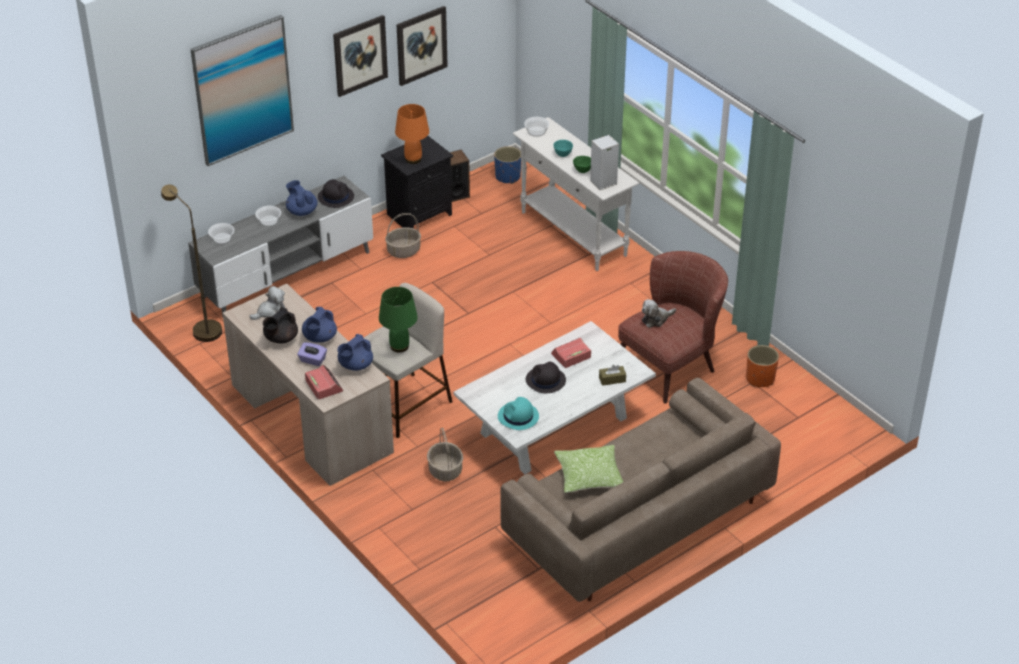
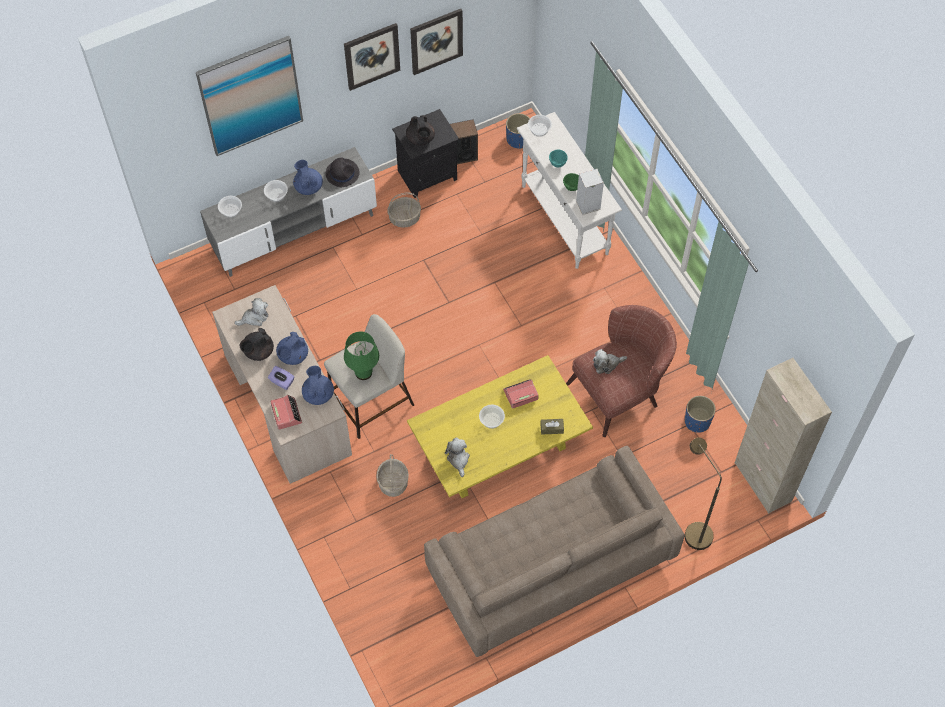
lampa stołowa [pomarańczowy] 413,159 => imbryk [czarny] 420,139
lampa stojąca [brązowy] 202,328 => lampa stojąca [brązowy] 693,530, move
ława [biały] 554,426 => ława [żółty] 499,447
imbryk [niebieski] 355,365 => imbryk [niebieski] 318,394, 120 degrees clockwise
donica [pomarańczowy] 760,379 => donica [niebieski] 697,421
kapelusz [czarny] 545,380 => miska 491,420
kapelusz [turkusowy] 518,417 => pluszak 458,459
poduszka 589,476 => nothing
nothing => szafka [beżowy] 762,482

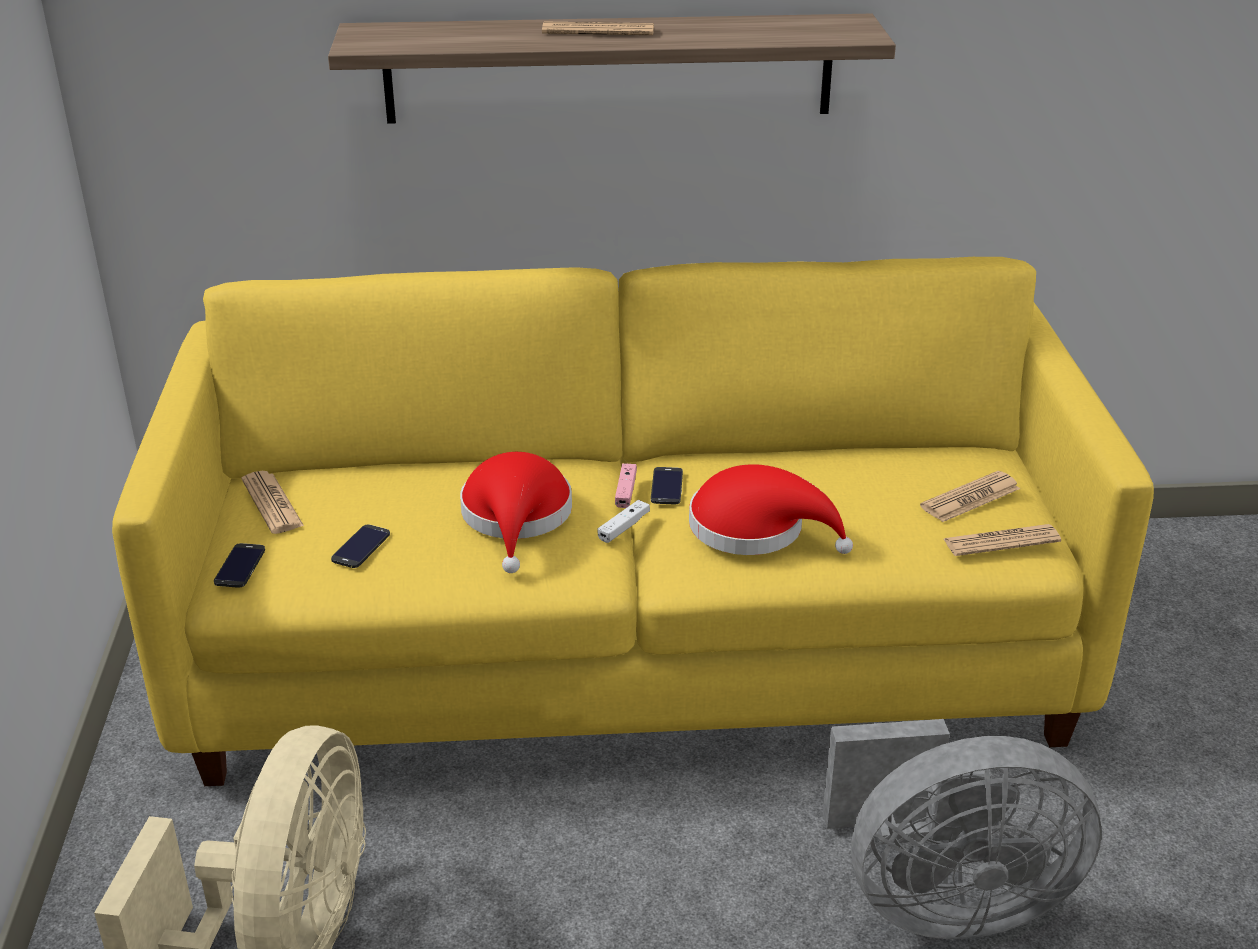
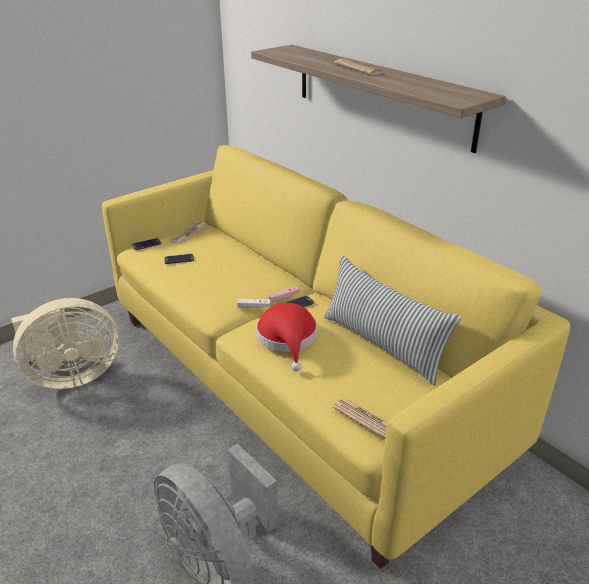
kapelusz [czerwony] 517,517 => nothing
gazeta 970,498 => nothing
nothing => poduszka 382,344

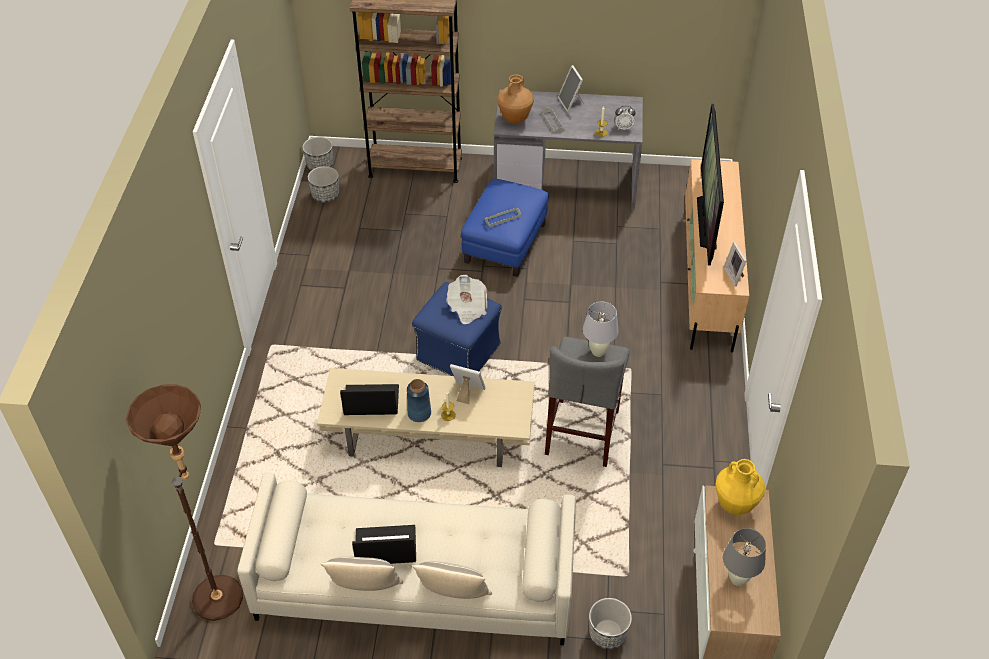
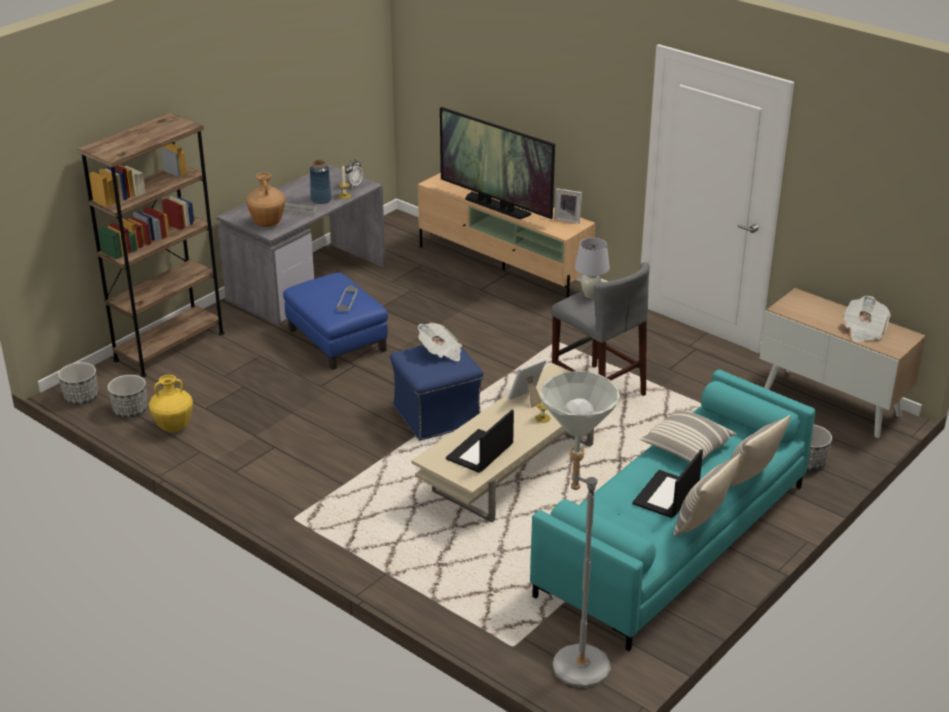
ramka na zdjęcie 571,103 => nothing
wazon [niebieski] 419,413 => wazon [niebieski] 321,199, move
lampa stojąca [brązowy] 220,588 => lampa stojąca [szary] 570,661
wazon [żółty] 734,504 => wazon [żółty] 173,427, move
kanapa [beżowy] 414,584 => kanapa [turkusowy] 673,540
lampa stołowa [szary] 738,579 => gazeta 864,331
nothing => poduszka 686,448

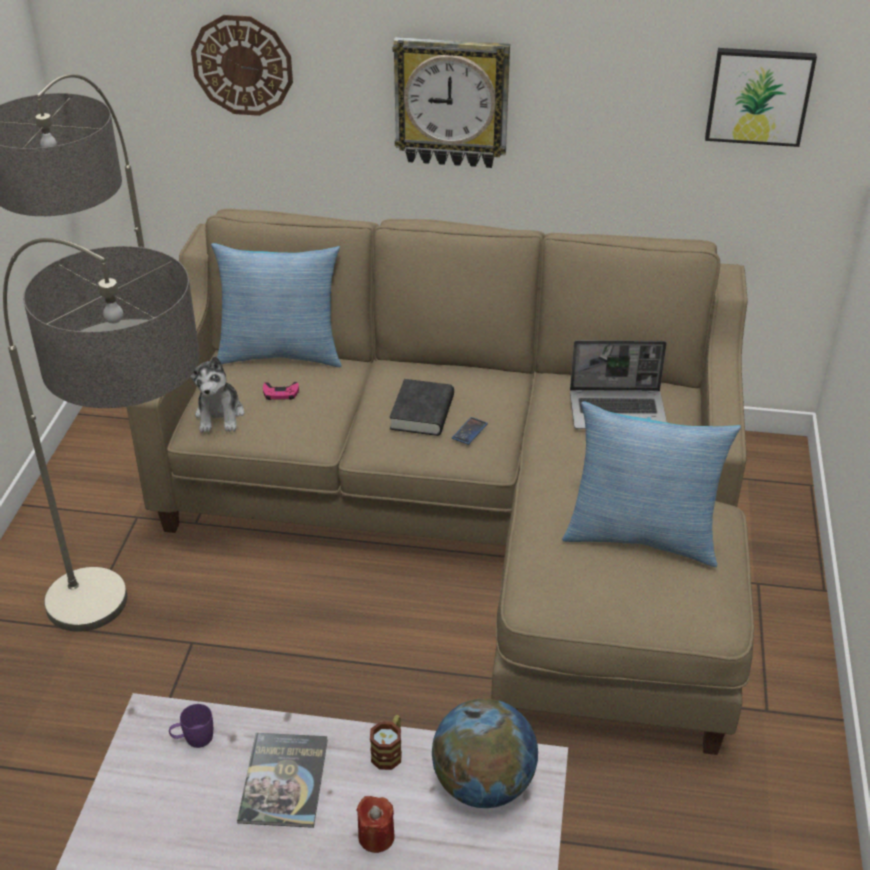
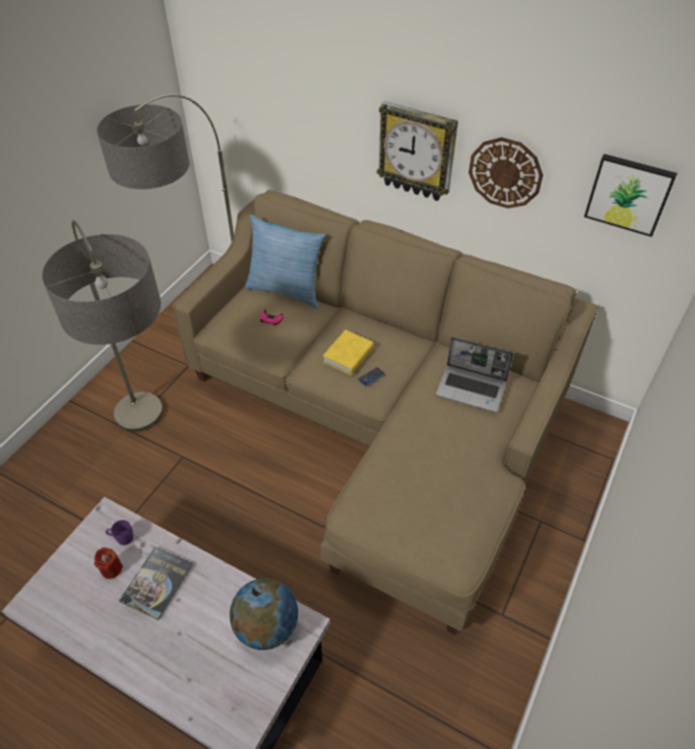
zegar ścienny 242,65 => zegar ścienny 505,173, move
pluszak 220,415 => nothing
książka [czarny] 422,413 => książka [żółty] 348,355
poduszka 641,536 => nothing
kubek 389,751 => nothing
świeca [czerwony] 376,837 => świeca [czerwony] 111,569, move

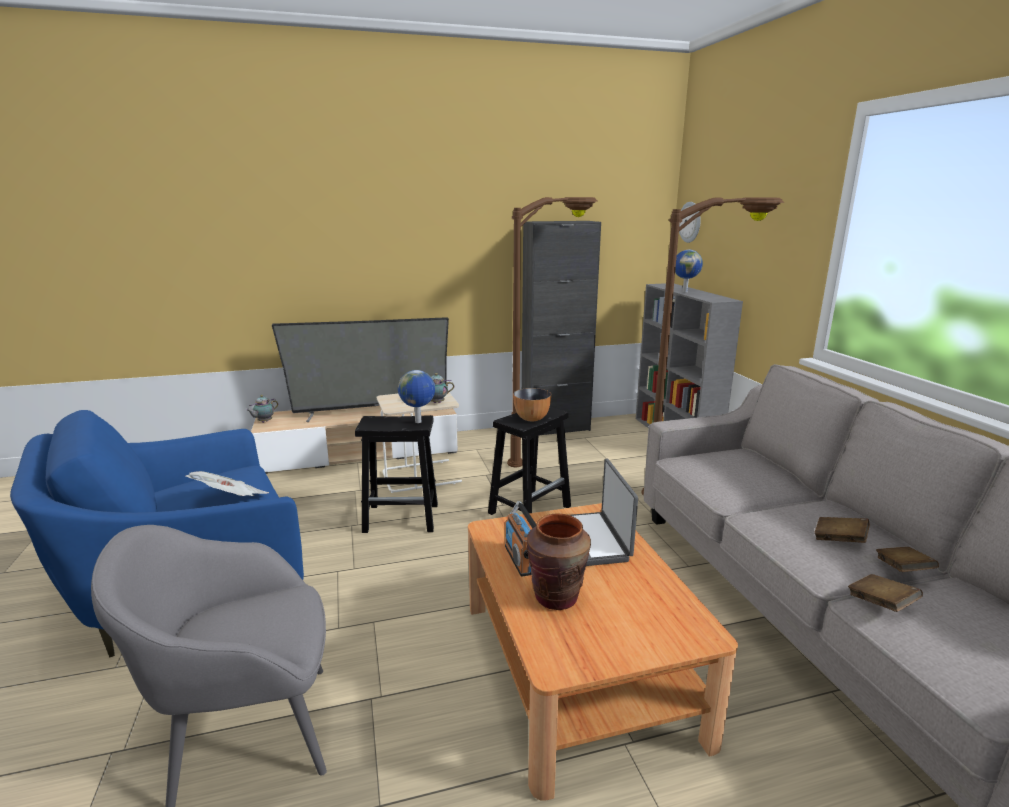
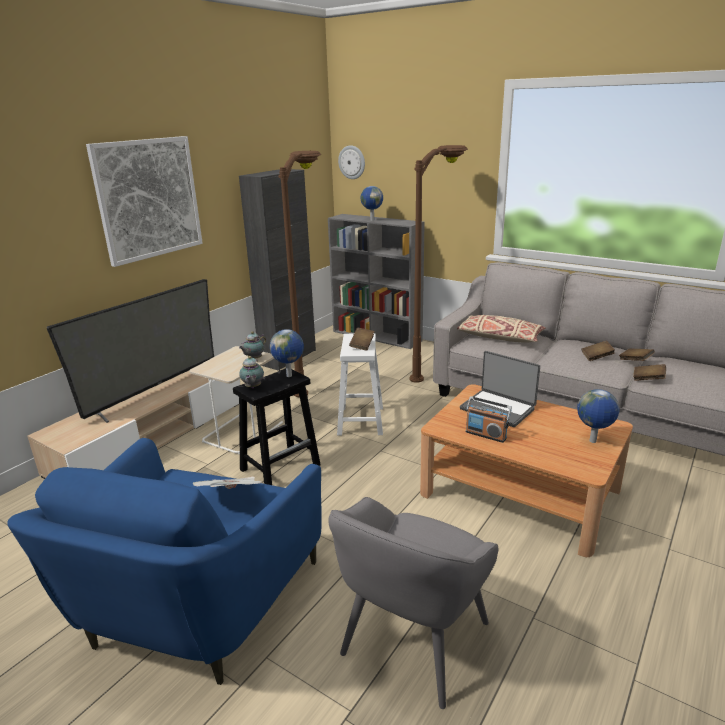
miska 532,418 => książka [brązowy] 362,345
imbryk 264,422 => imbryk 252,387, move
stołek [czarny] 530,509 => stołek [biały] 360,420
wazon [brązowy] 556,597 => nothing
nothing => obraz 148,199
nothing => poduszka [beżowy] 499,337
nothing => globus 593,441

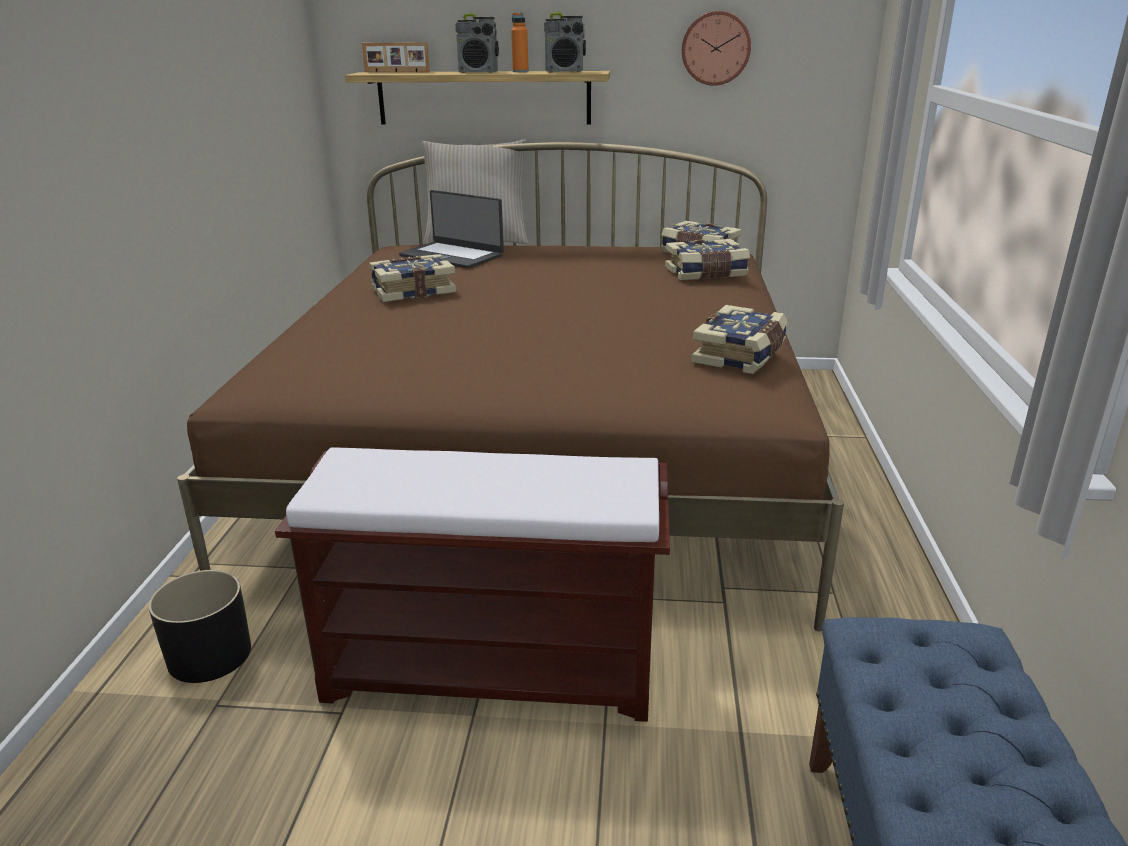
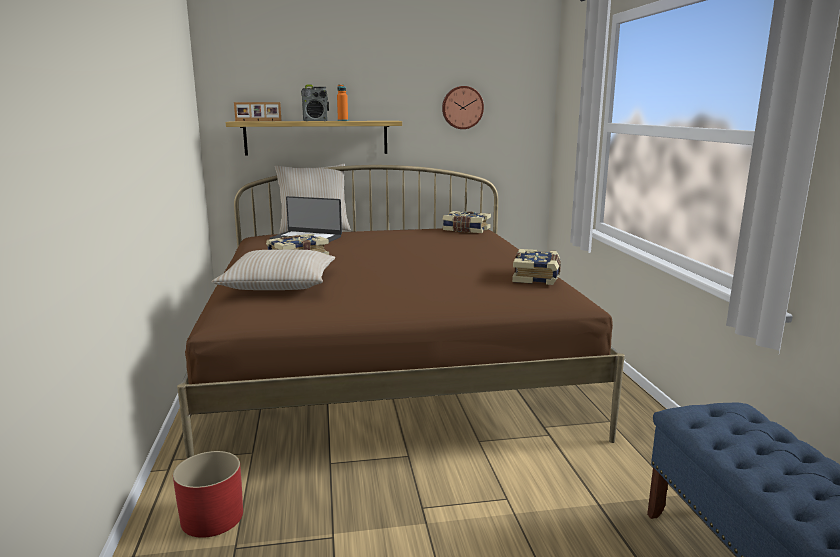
radio 565,71 => nothing
książka 706,273 => nothing
ławka [brązowy] 494,668 => nothing
donica [czarny] 209,655 => donica [czerwony] 212,517
nothing => poduszka [beżowy] 279,284

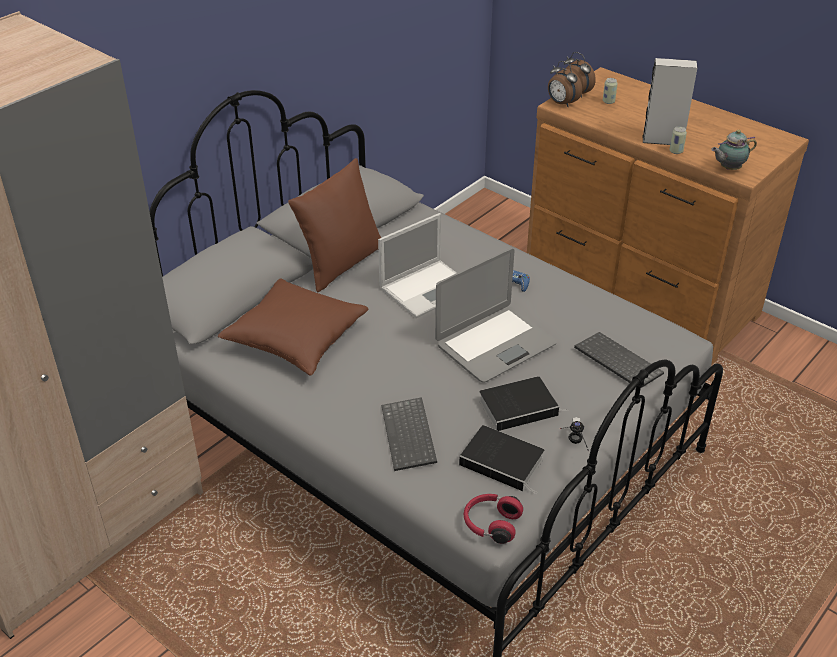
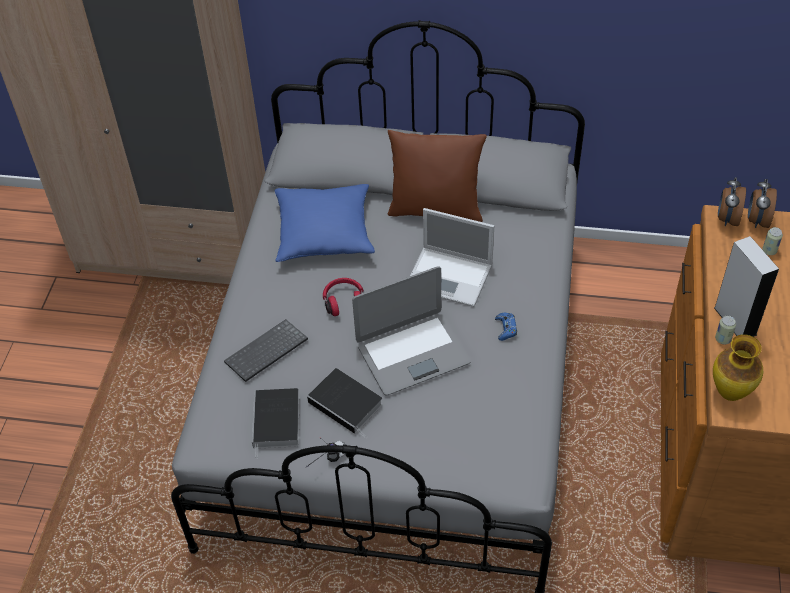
imbryk 728,168 => wazon 731,393
laptop 495,344 => laptop 412,353, 45 degrees counterclockwise
poduszka [brązowy] 296,338 => poduszka [niebieski] 324,233
klawiatura 616,362 => nothing
słuchawki [czerwony] 491,524 => słuchawki [czerwony] 344,301, move

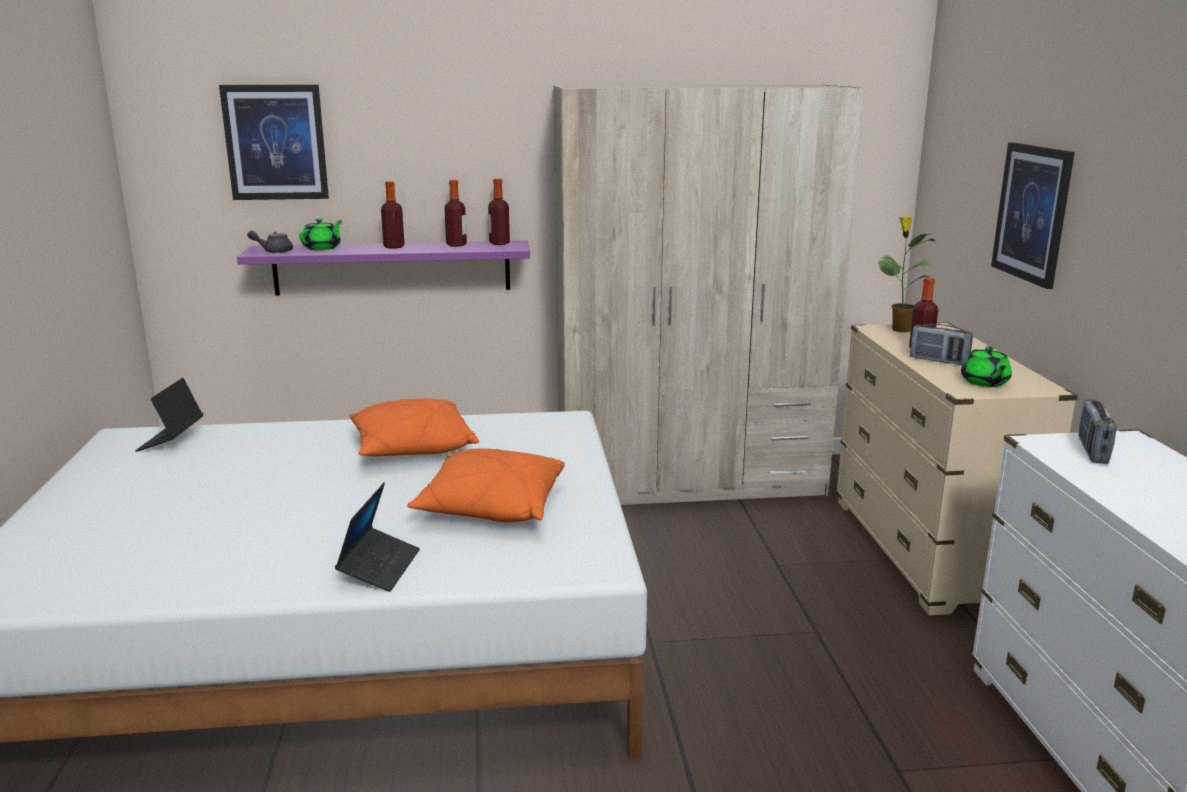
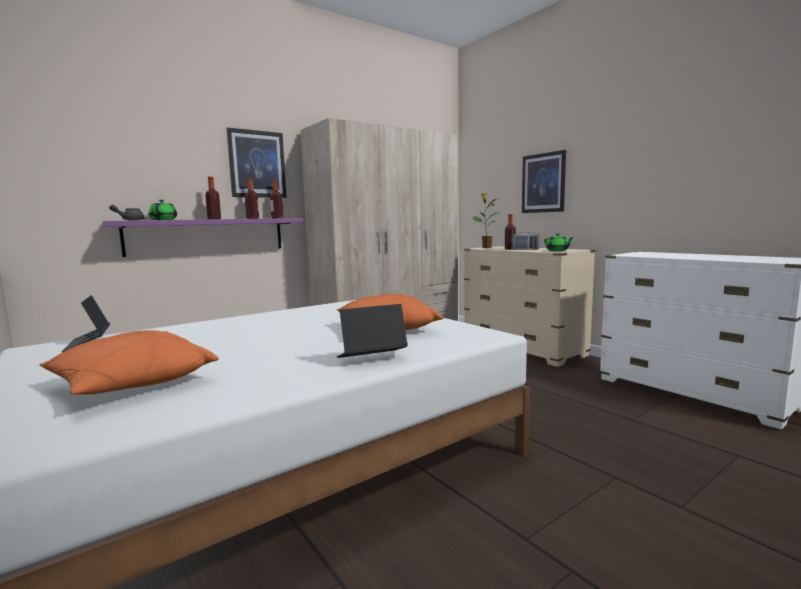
obraz 275,142 => obraz 257,164, move
poduszka [pomarańczowy] 412,448 => poduszka [pomarańczowy] 132,384, move
radio 1092,451 => nothing
laptop 379,567 => laptop 371,359, 90 degrees counterclockwise

